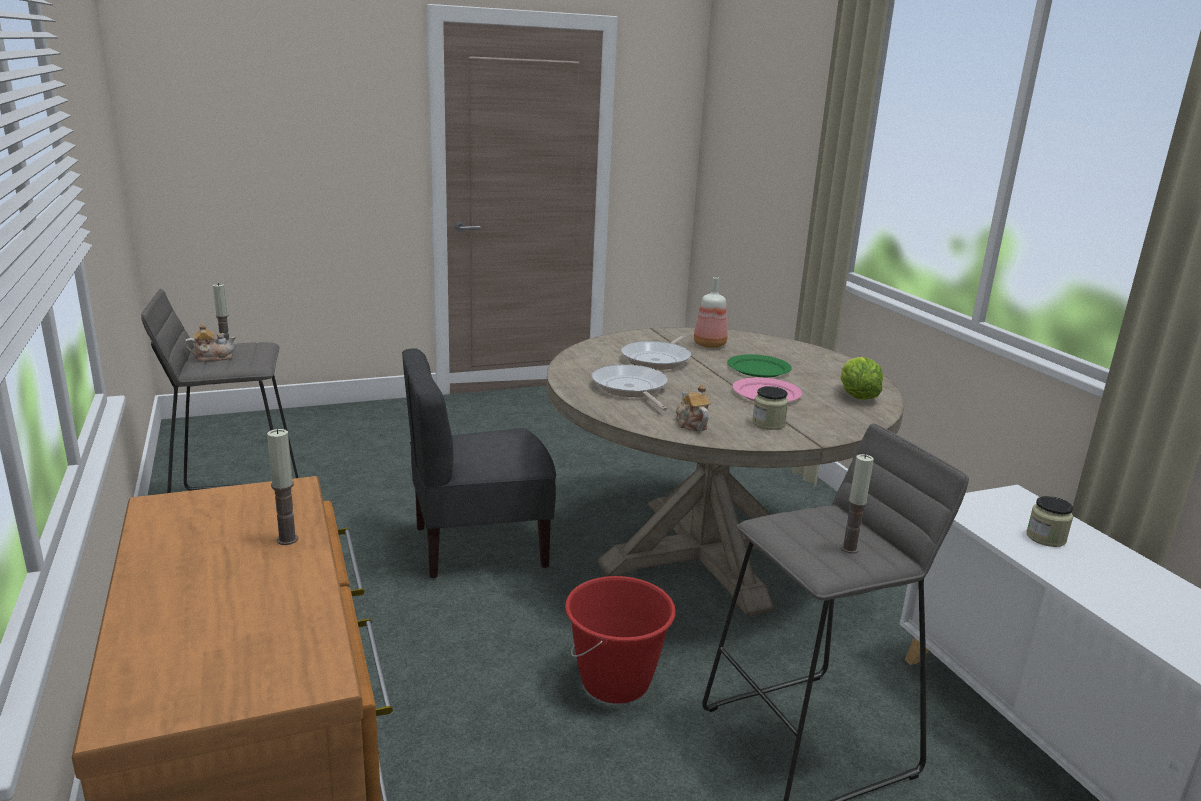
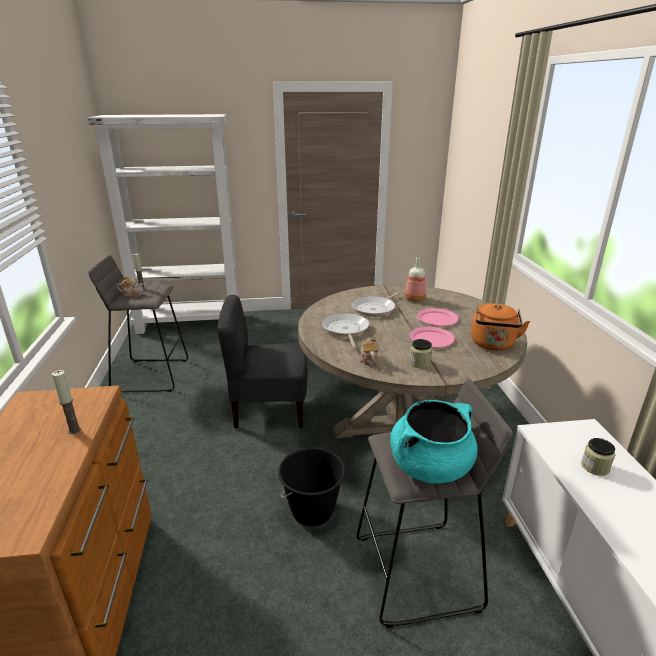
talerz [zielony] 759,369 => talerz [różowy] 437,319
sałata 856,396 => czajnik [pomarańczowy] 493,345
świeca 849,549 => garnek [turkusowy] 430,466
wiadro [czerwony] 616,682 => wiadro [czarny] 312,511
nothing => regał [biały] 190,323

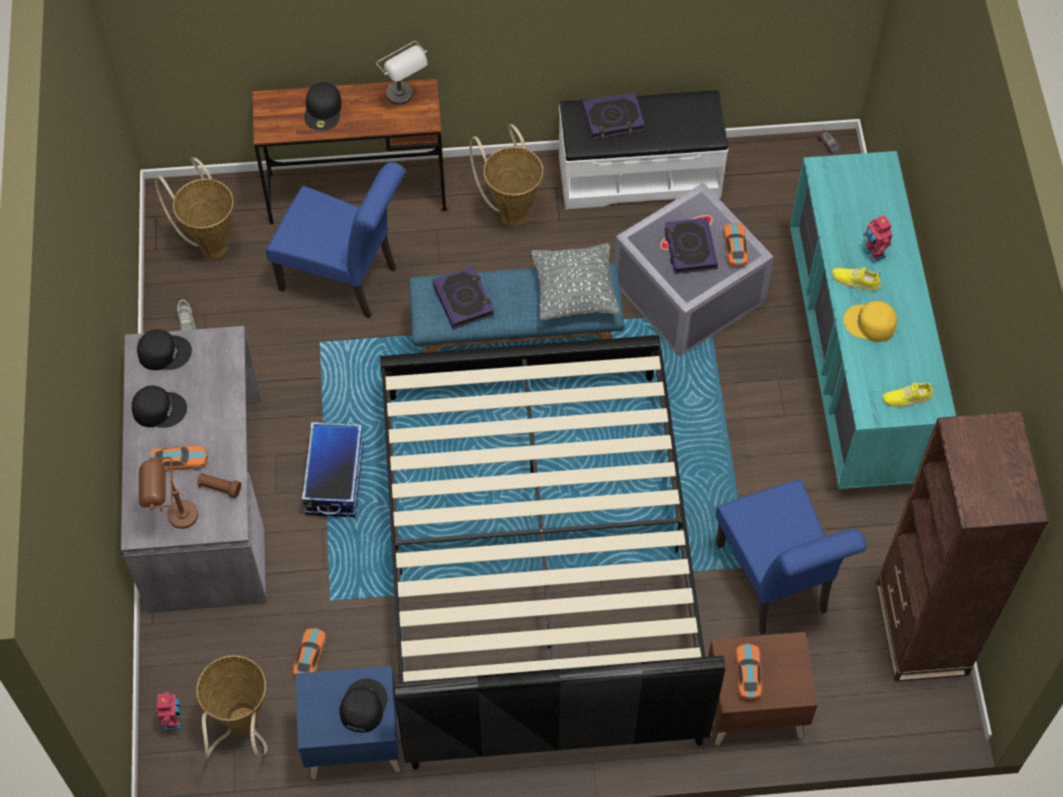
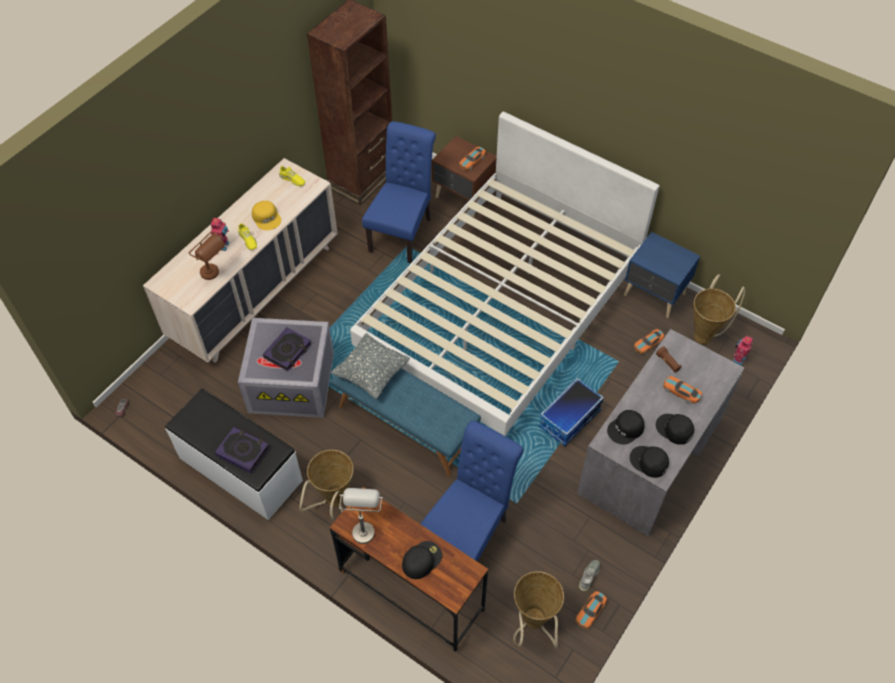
komoda [turkusowy] 855,363 => komoda [beżowy] 256,292
krzesło [niebieski] 345,280 => krzesło [niebieski] 469,532, 60 degrees clockwise
samochodzik 735,248 => samochodzik 590,611, move
książka 463,300 => nothing
łóżko [czarny] 537,562 => łóżko [biały] 501,311
lampa stołowa [brązowy] 172,517 => lampa stołowa [brązowy] 215,275, move
czapka z daszkiem [czarny] 362,706 => czapka z daszkiem [czarny] 626,429, move

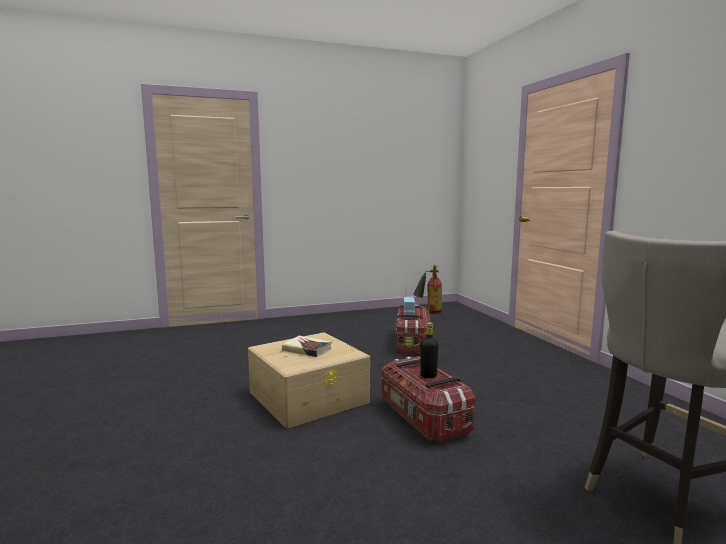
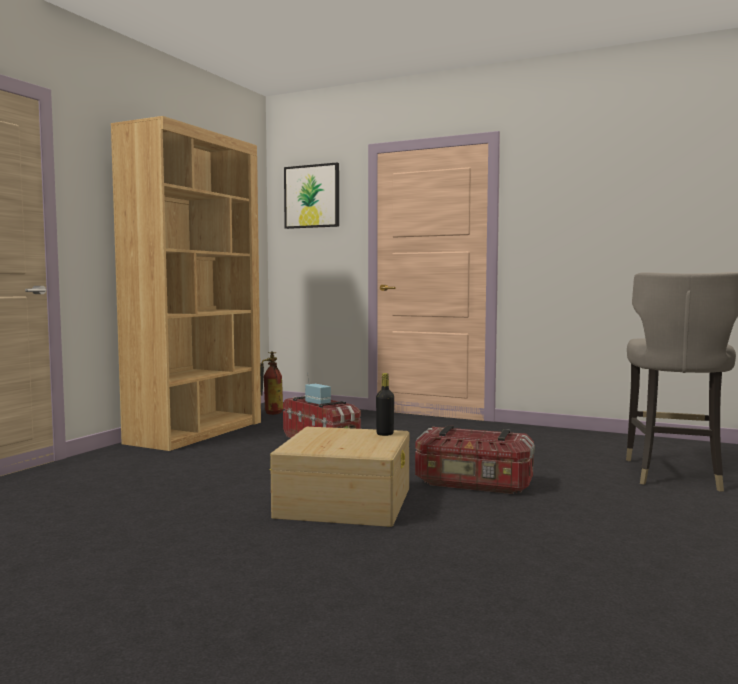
butelka [czarny] 428,375 => butelka [czarny] 385,434, move
książka 307,349 => nothing
nothing => regał [brązowy] 196,432
nothing => obraz 312,196

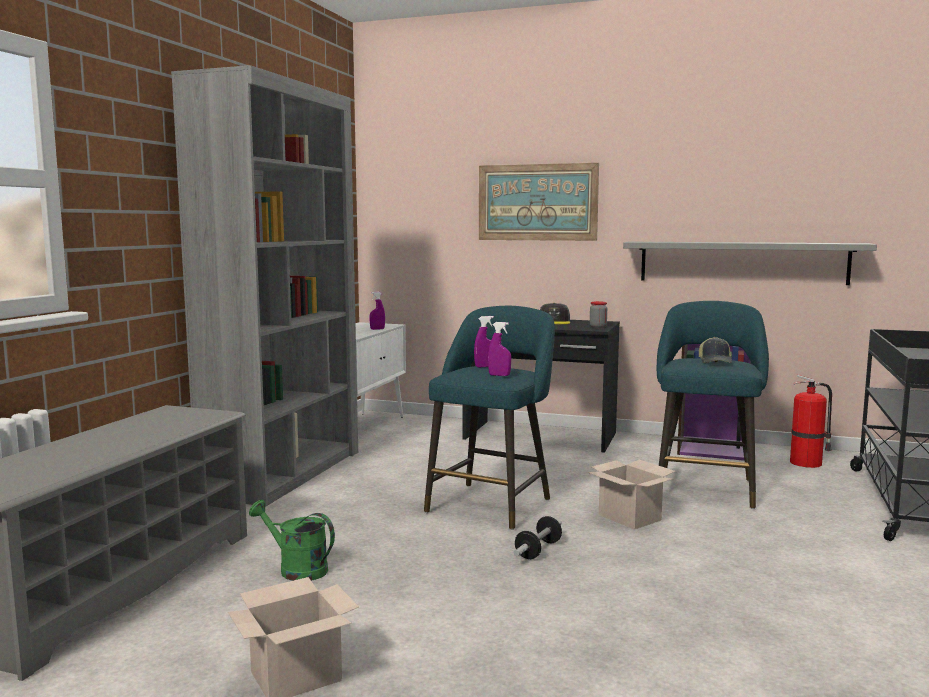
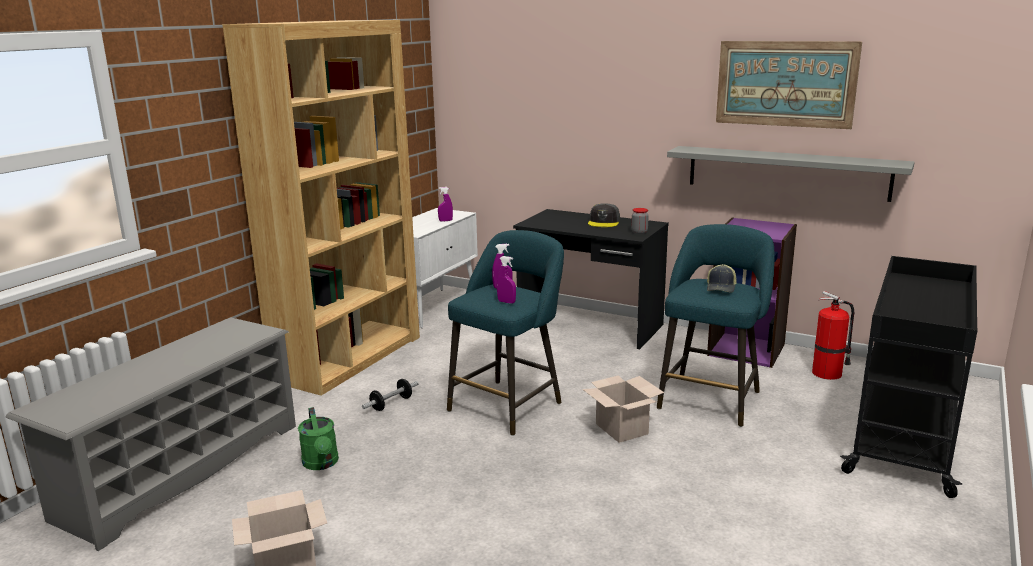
regał [szary] 284,472 => regał [brązowy] 349,358
obraz 537,202 => obraz 785,84, move
konewka [zielony] 296,569 => konewka [zielony] 321,464, 150 degrees counterclockwise
hantel 538,550 => hantel 391,404, move

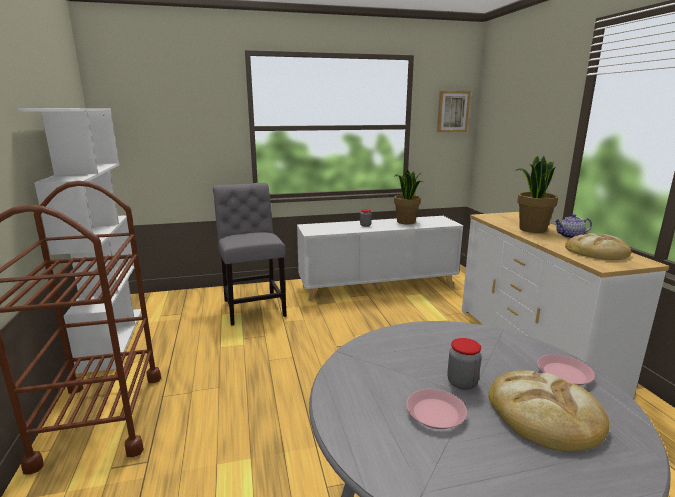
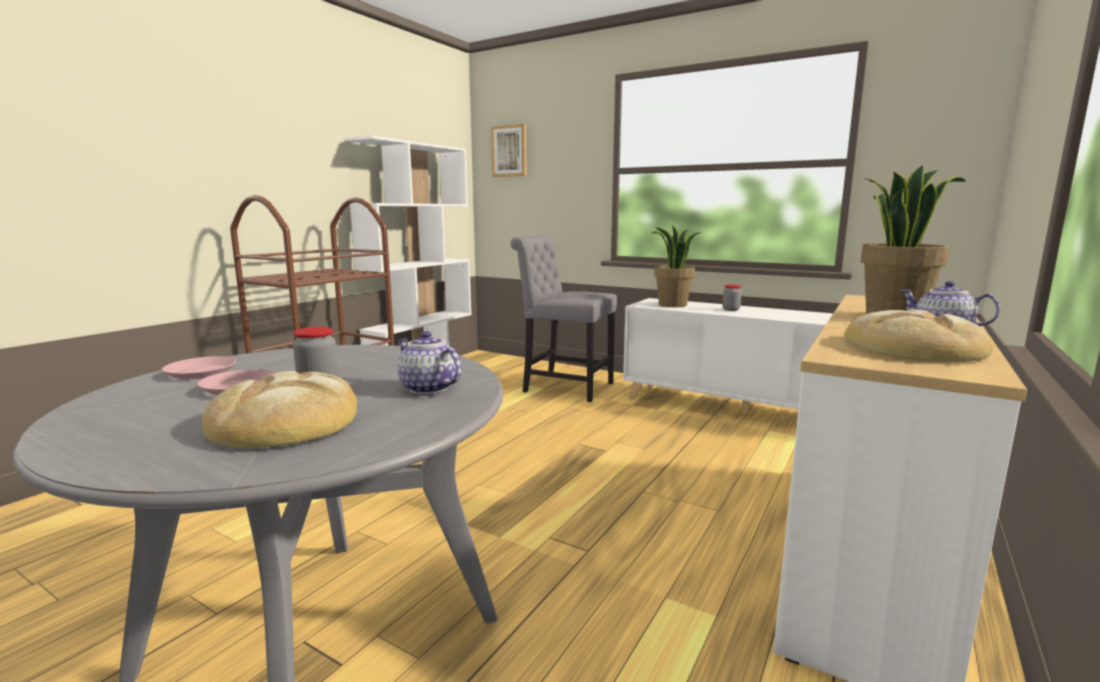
obraz 452,111 => obraz 509,151, move
roślina doniczkowa 406,222 => roślina doniczkowa 672,305, move
krzesło [szary] 253,306 => krzesło [szary] 564,387, 90 degrees counterclockwise
talerz [różowy] 564,374 => talerz [różowy] 200,372, move
nothing => imbryk 427,388

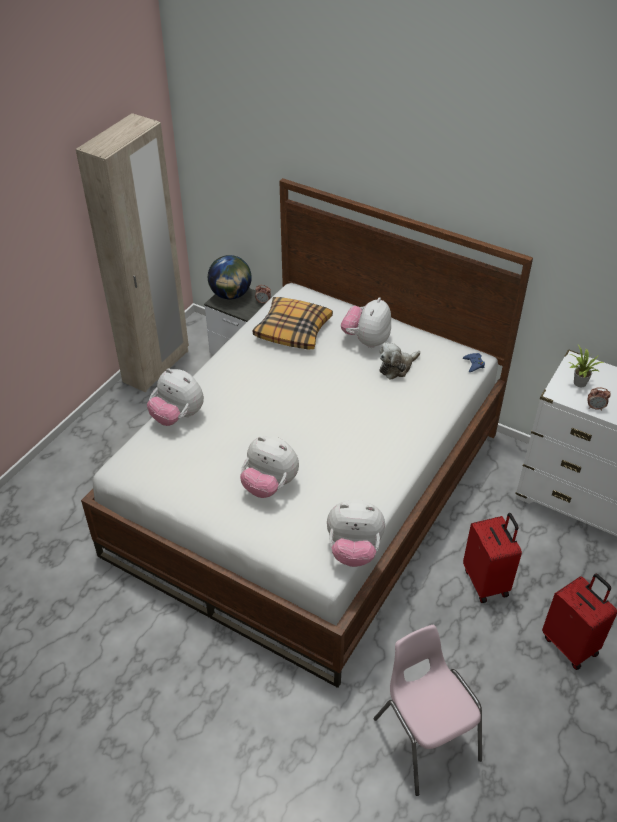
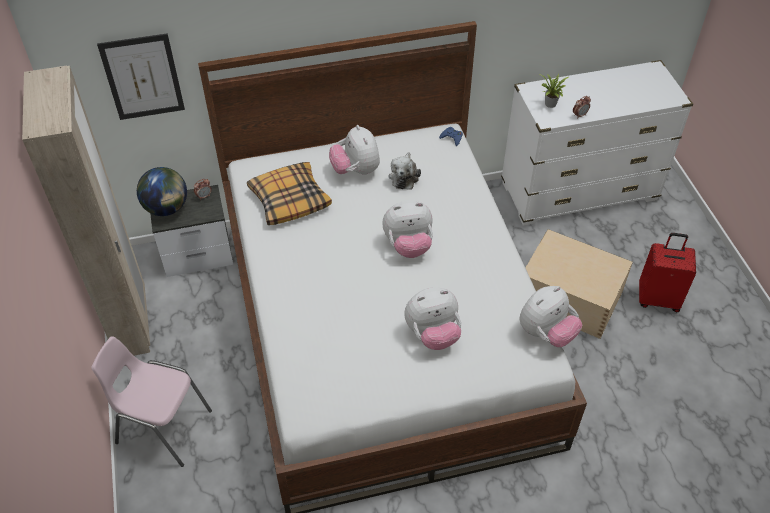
pluszak 178,416 => pluszak 408,245, move
walizka [czerwony] 487,582 => pojemnik do przechowywania [beżowy] 570,298
krzesło [różowy] 425,738 => krzesło [różowy] 163,427, move
nothing => obraz 142,77

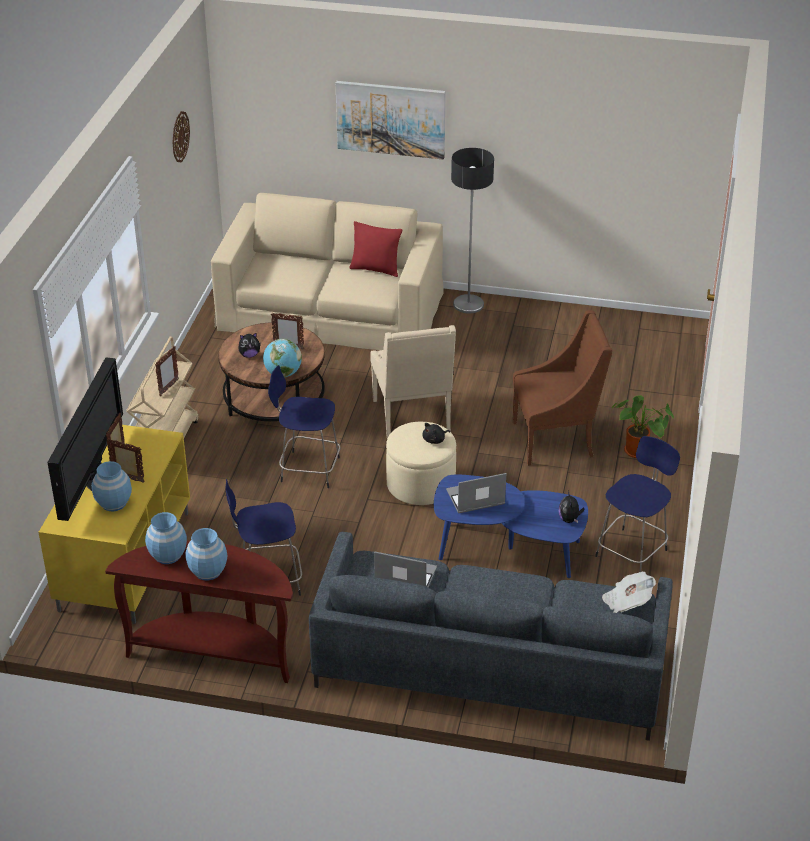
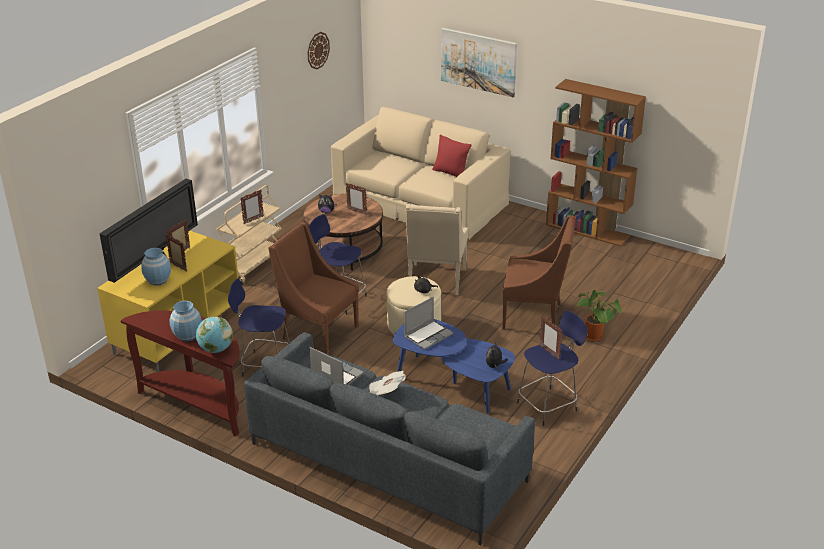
lampa stojąca 468,304 => nothing
globus 283,374 => globus 216,349, move
laptop 475,498 => laptop 428,335, 135 degrees clockwise
wazon [niebieski] 168,555 => nothing
gazeta 627,602 => gazeta 386,391, move
nothing => regał [brązowy] 587,230
nothing => fotel [brązowy] 317,332
nothing => ramka na zdjęcie 549,352

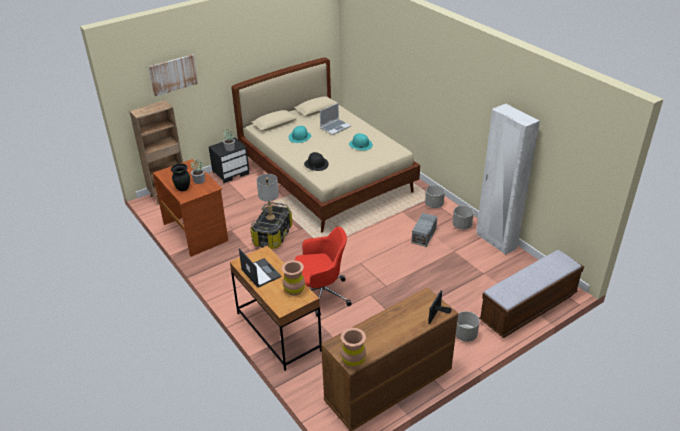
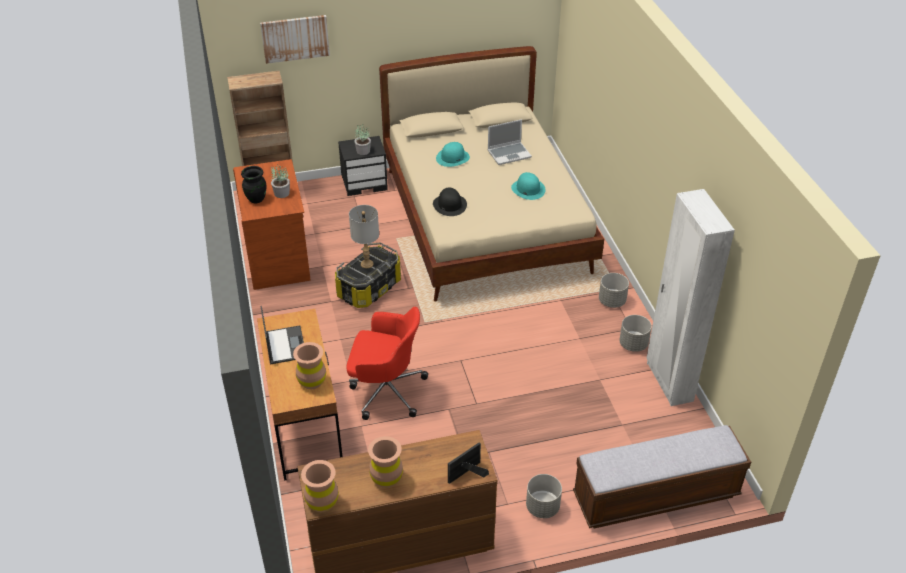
pojemnik do przechowywania [szary] 424,235 => nothing
nothing => wazon [brązowy] 386,478

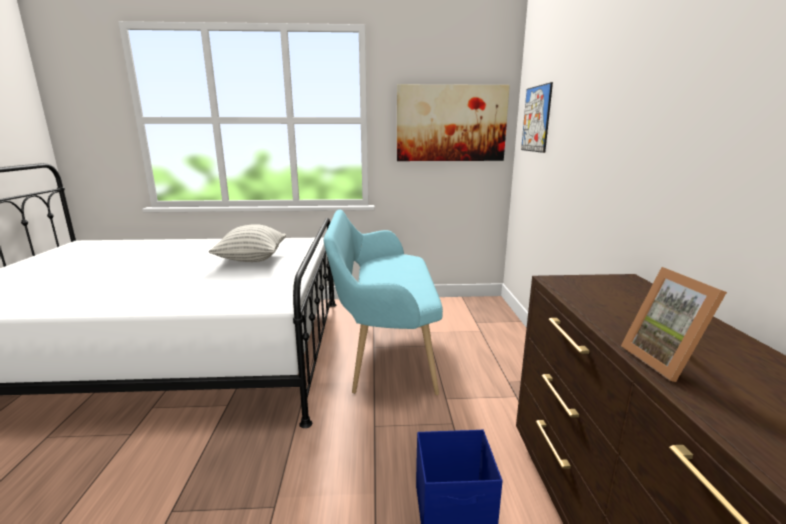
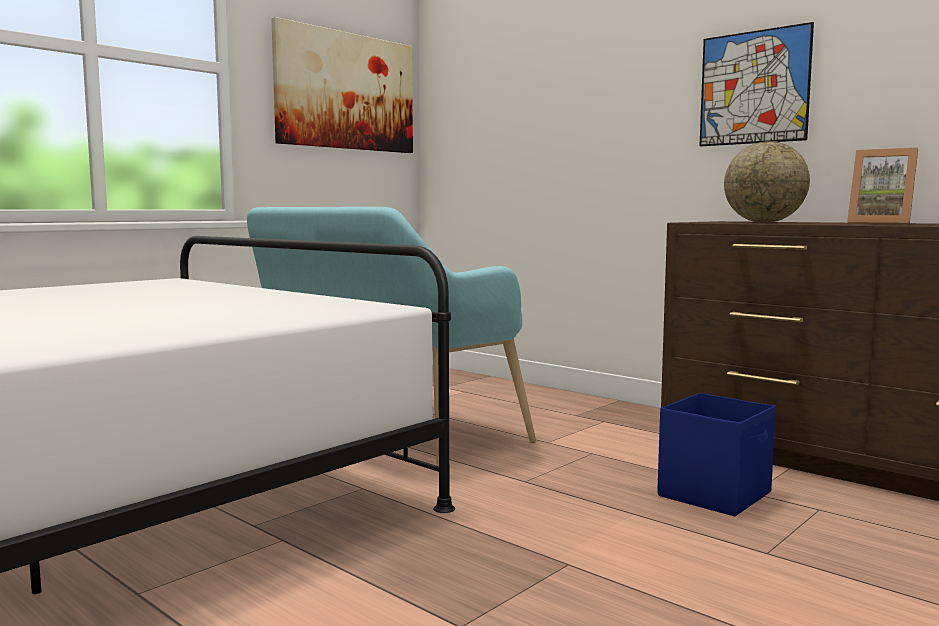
obraz 536,119 => obraz 754,87, move
poduszka 252,259 => nothing
nothing => globus 764,222

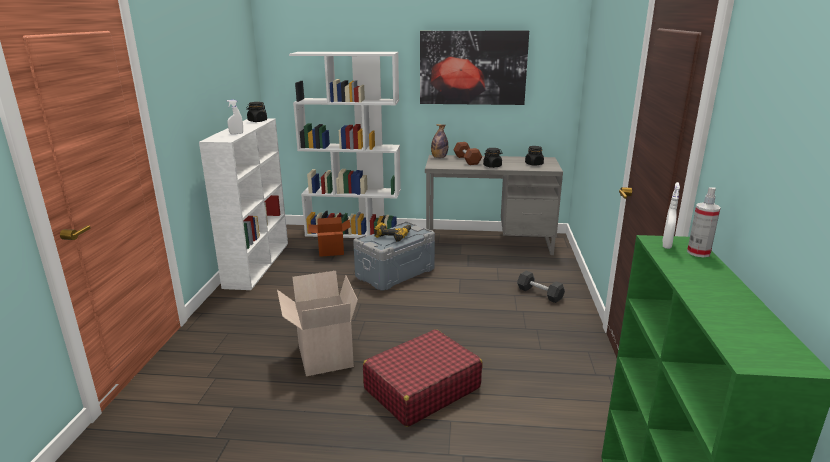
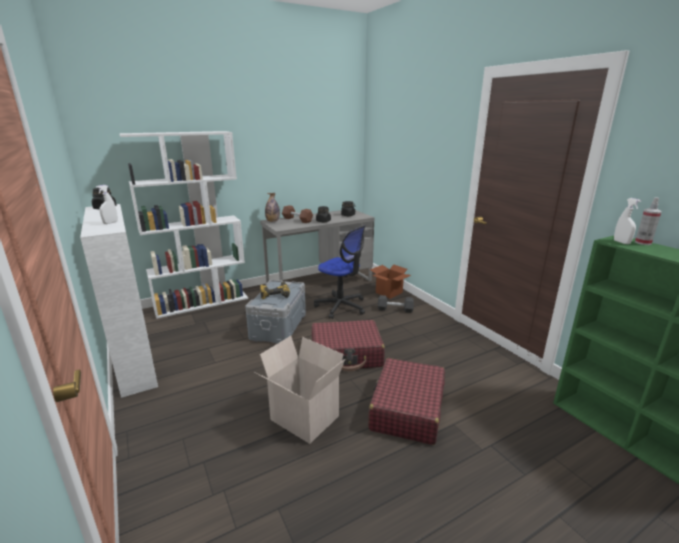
obraz 472,68 => nothing
karton 331,251 => karton 389,292, move
nothing => krzesło biurowe 341,306
nothing => walizka [czerwony] 346,354

